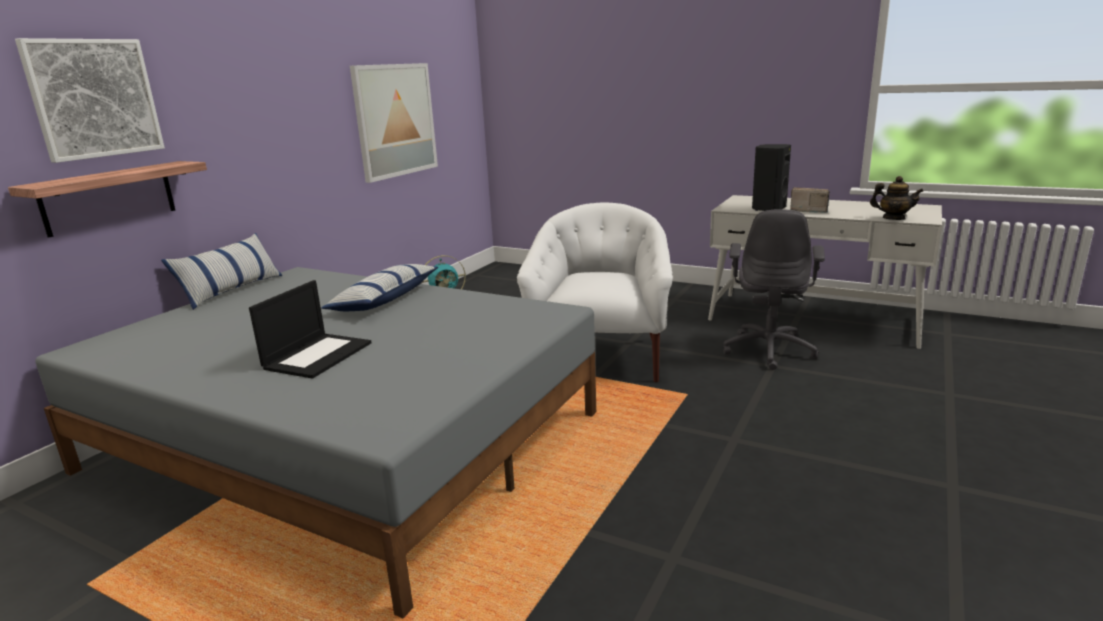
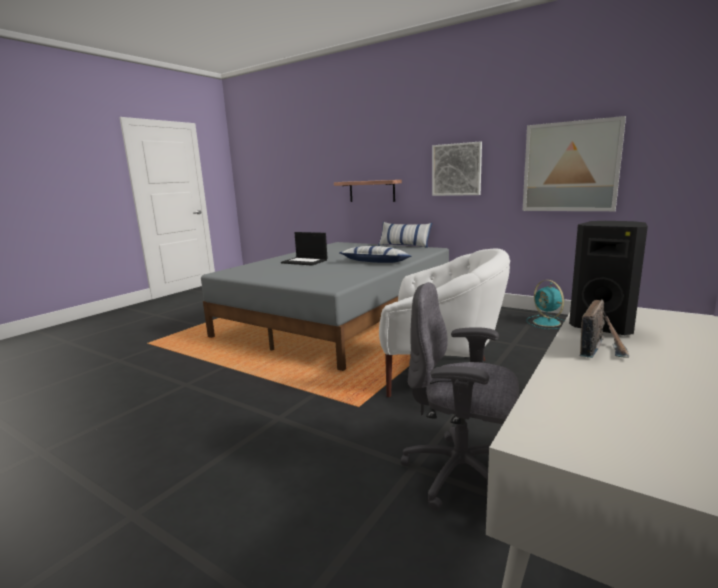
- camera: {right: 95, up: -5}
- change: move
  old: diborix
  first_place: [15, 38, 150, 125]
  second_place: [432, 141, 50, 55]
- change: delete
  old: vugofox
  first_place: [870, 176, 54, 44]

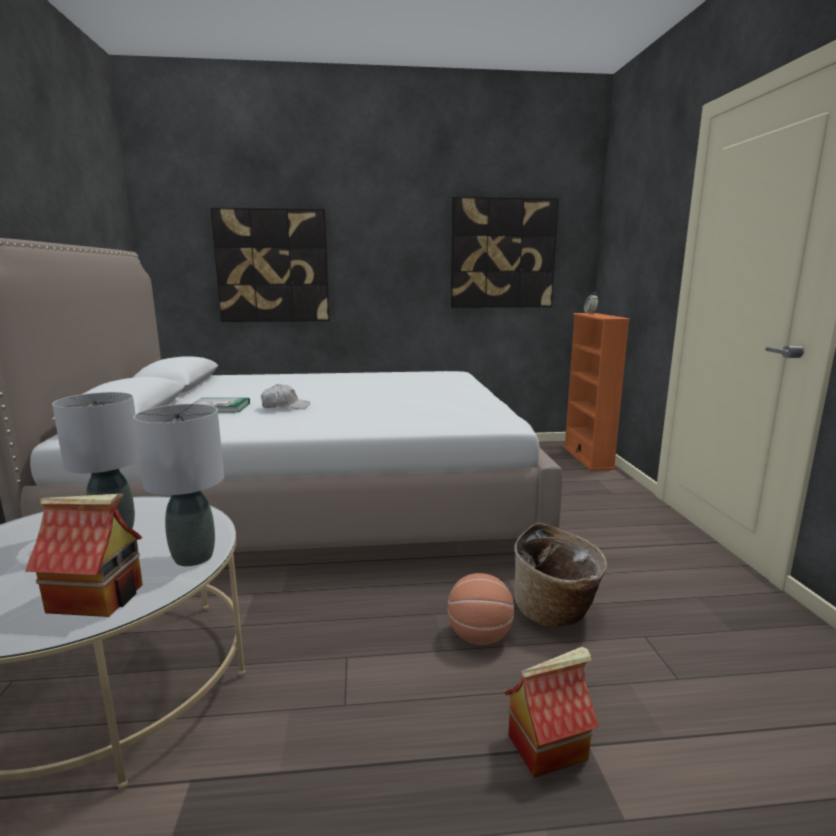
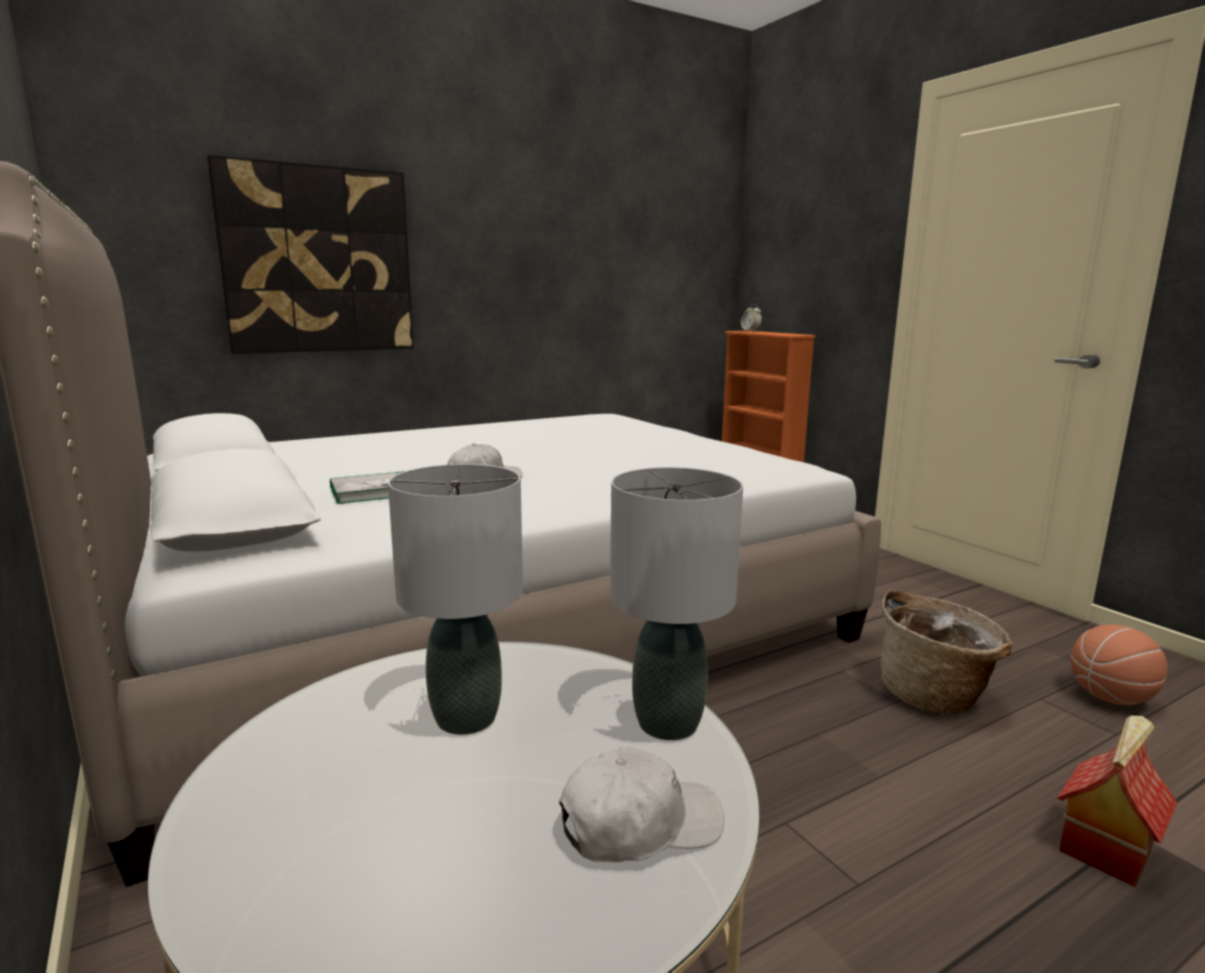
- camera: {right: -25, up: 0}
- change: delete
  old: diborix
  first_place: [451, 197, 108, 111]
- change: replace
  old: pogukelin
  new: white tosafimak
  first_place: [25, 494, 118, 123]
  second_place: [559, 745, 165, 117]
- change: move
  old: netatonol
  first_place: [448, 573, 66, 72]
  second_place: [1070, 624, 98, 81]

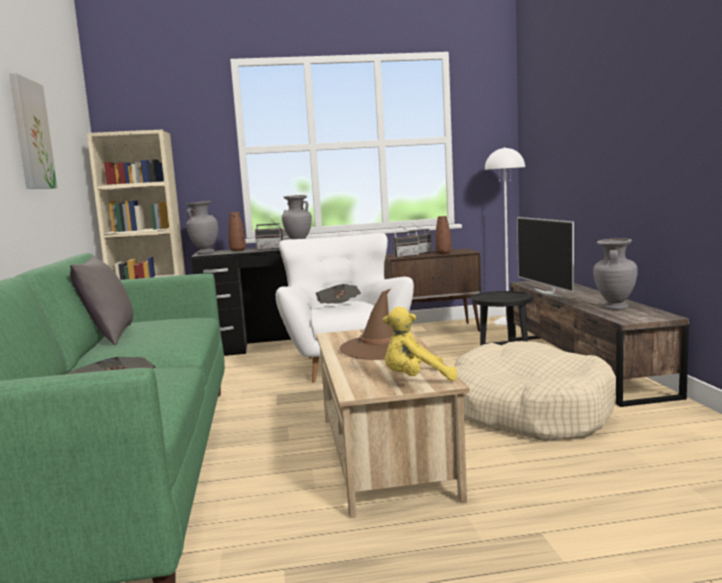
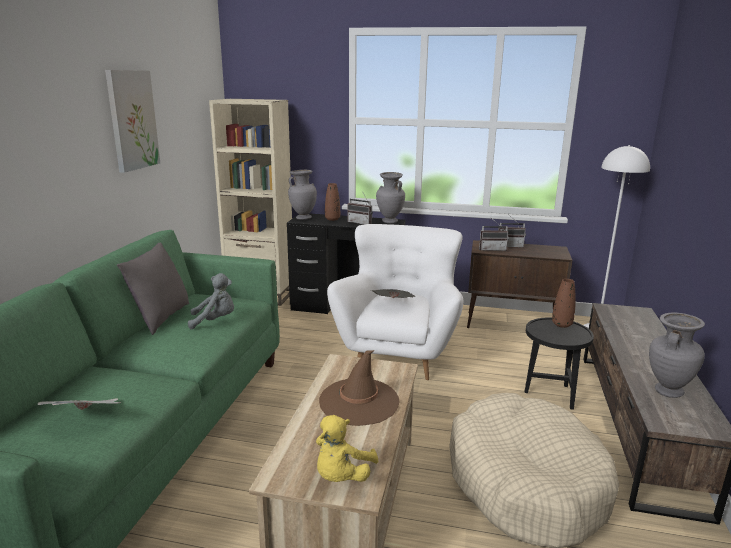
- camera: {right: 20, up: 10}
- change: move
  old: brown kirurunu
  first_place: [435, 216, 16, 38]
  second_place: [552, 279, 24, 49]
- change: delete
  old: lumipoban
  first_place: [517, 217, 57, 80]
- change: rotate
  old: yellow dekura
  first_place: [383, 307, 74, 74]
  second_place: [316, 415, 62, 67]
  degrees: -75
- change: insert
  new: grey dekura
  second_place: [188, 273, 46, 57]

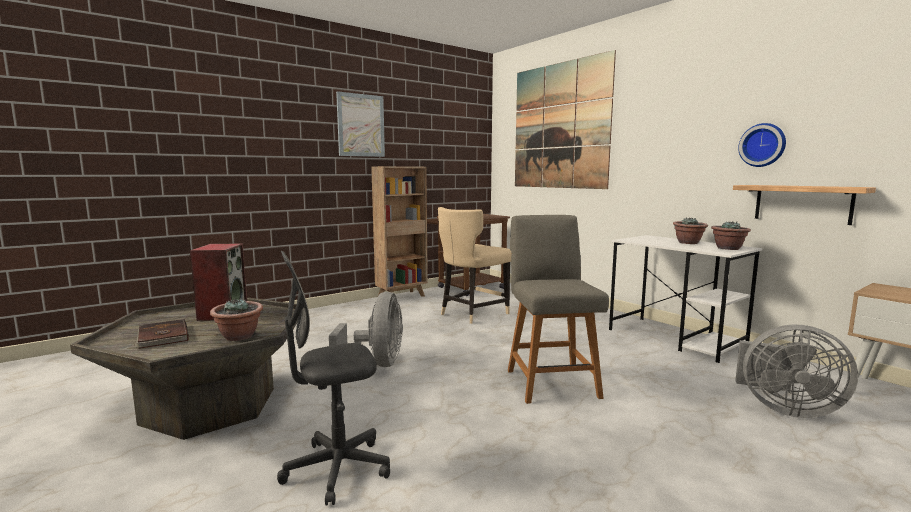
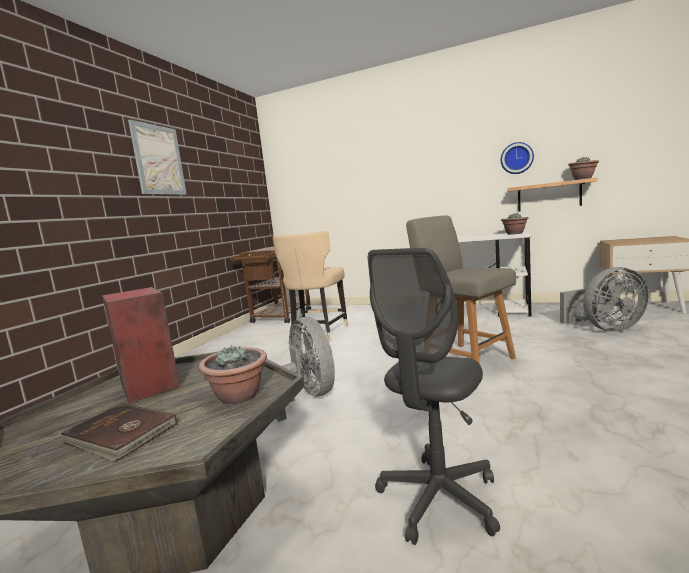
- camera: {right: -30, up: 0}
- change: delete
  old: diborix
  first_place: [515, 50, 101, 139]
- change: delete
  old: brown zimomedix
  first_place: [371, 166, 57, 132]
- change: move
  old: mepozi
  first_place: [673, 217, 35, 27]
  second_place: [568, 157, 31, 23]

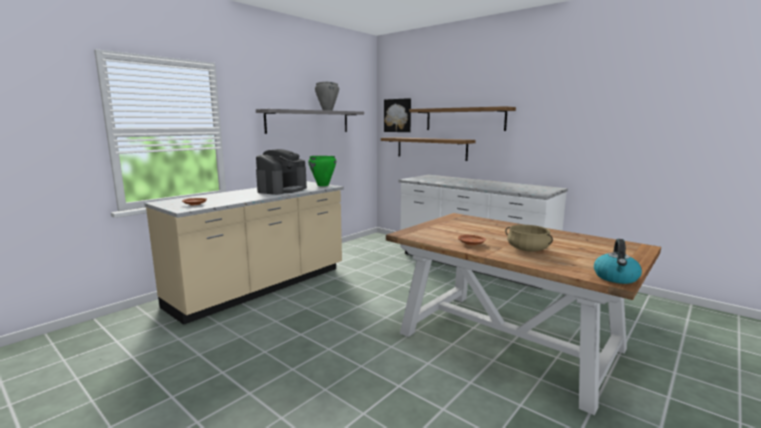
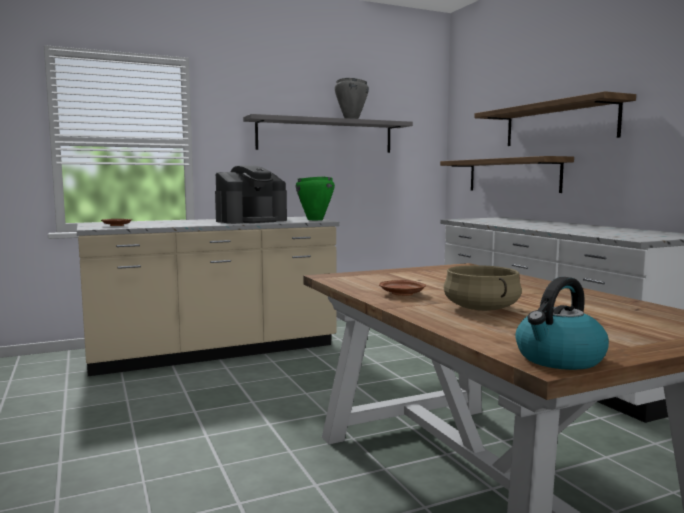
- camera: {right: 25, up: -5}
- change: delete
  old: diborix
  first_place: [384, 98, 27, 34]

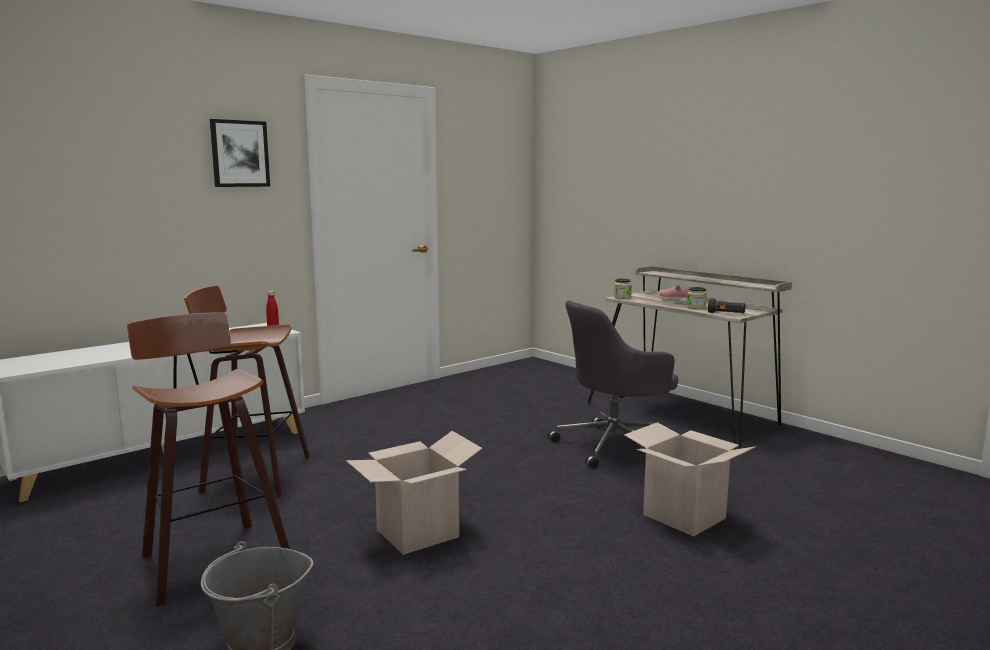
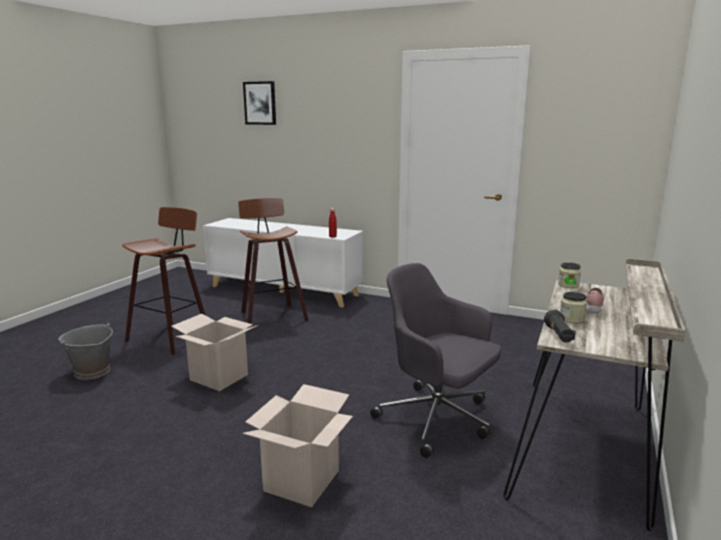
- camera: {right: 65, up: 5}
- change: move
  old: diborix
  first_place: [210, 119, 60, 68]
  second_place: [243, 81, 33, 44]

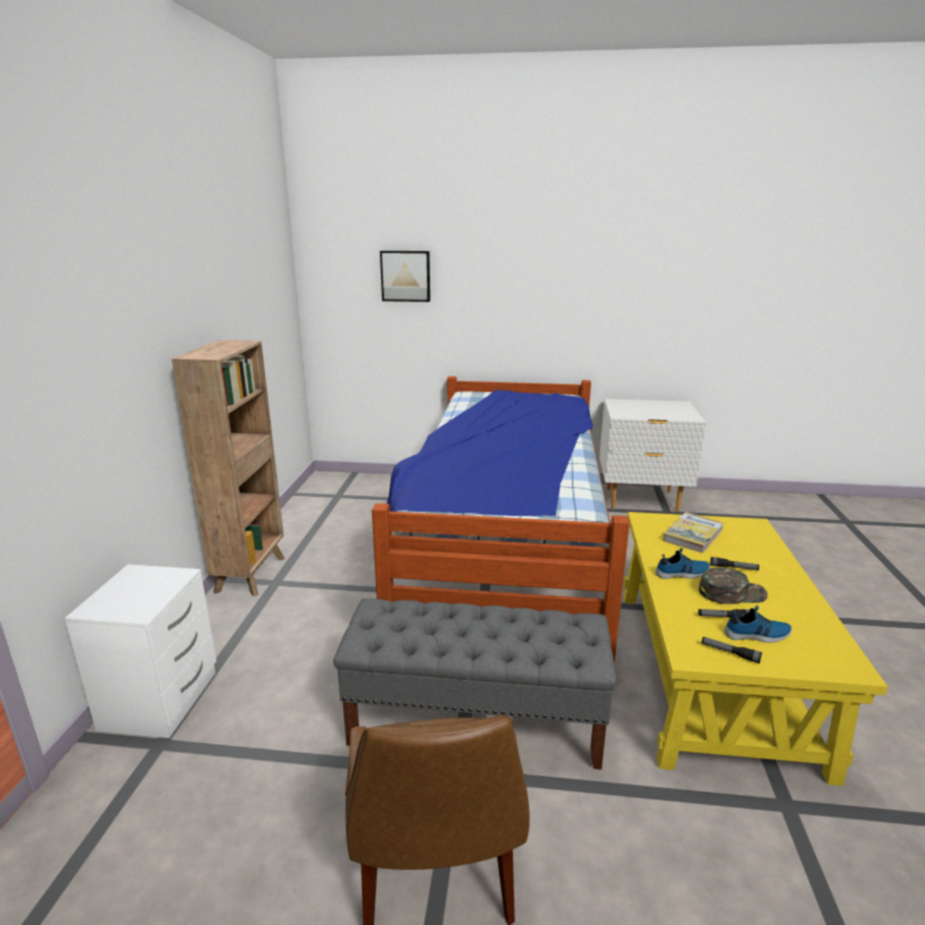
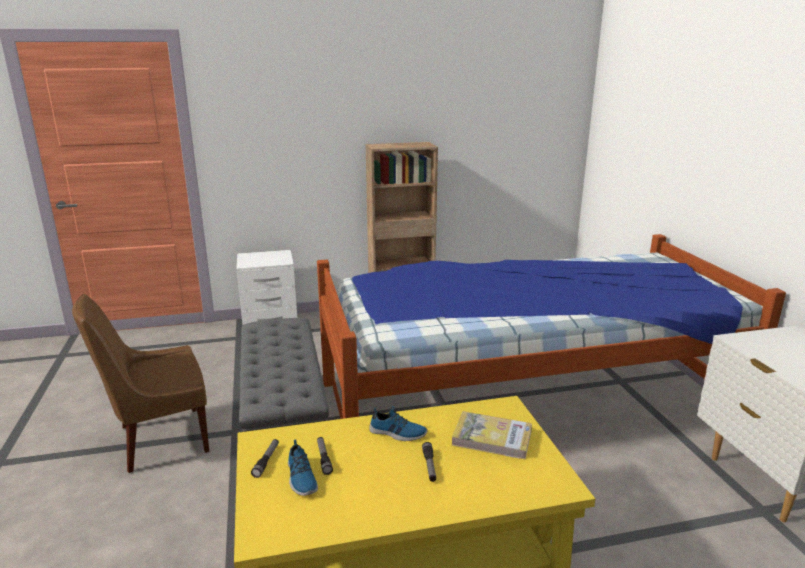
- camera: {right: 70, up: 0}
- change: delete
  old: diborix
  first_place: [380, 251, 50, 51]
- change: rotate
  old: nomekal
  first_place: [655, 548, 55, 31]
  second_place: [369, 406, 58, 35]
  degrees: -45
- change: delete
  old: green tosafimak
  first_place: [699, 567, 69, 37]

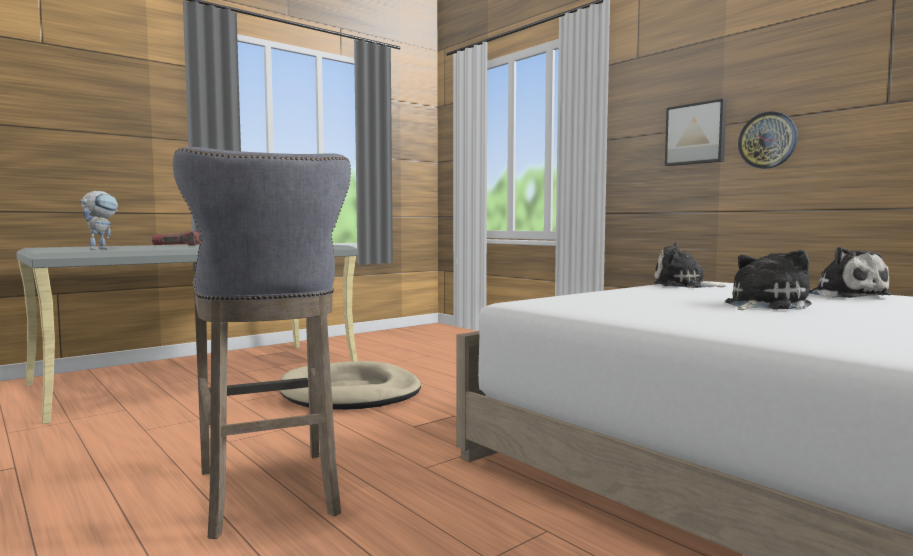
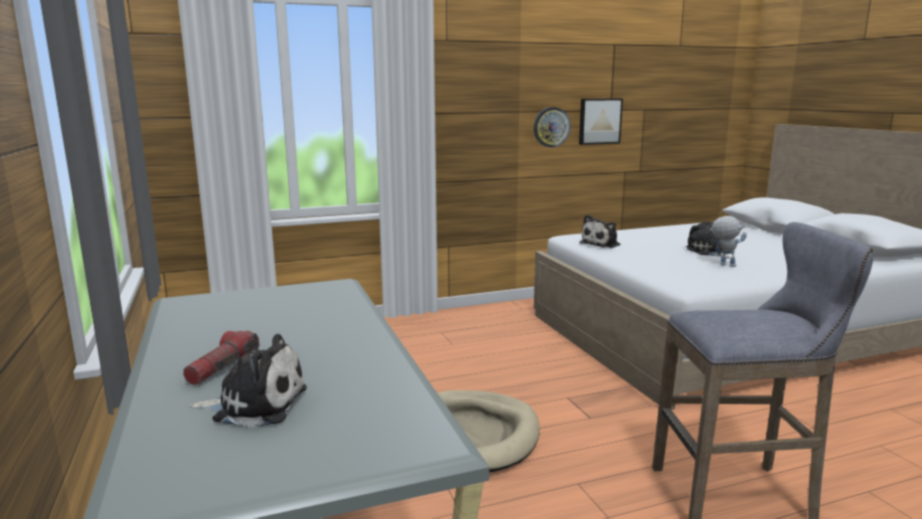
- camera: {right: -70, up: 10}
- change: move
  old: diborix
  first_place: [665, 99, 62, 67]
  second_place: [579, 98, 44, 47]
- change: move
  old: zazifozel
  first_place: [80, 191, 38, 59]
  second_place: [709, 216, 38, 51]
- change: move
  old: dekura
  first_place: [809, 247, 83, 51]
  second_place: [189, 334, 118, 94]

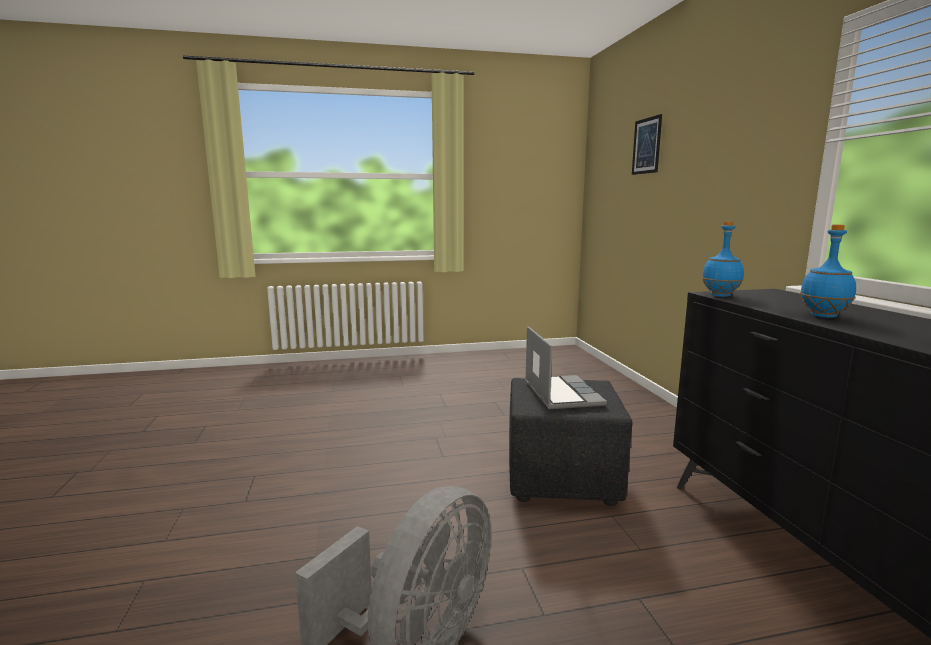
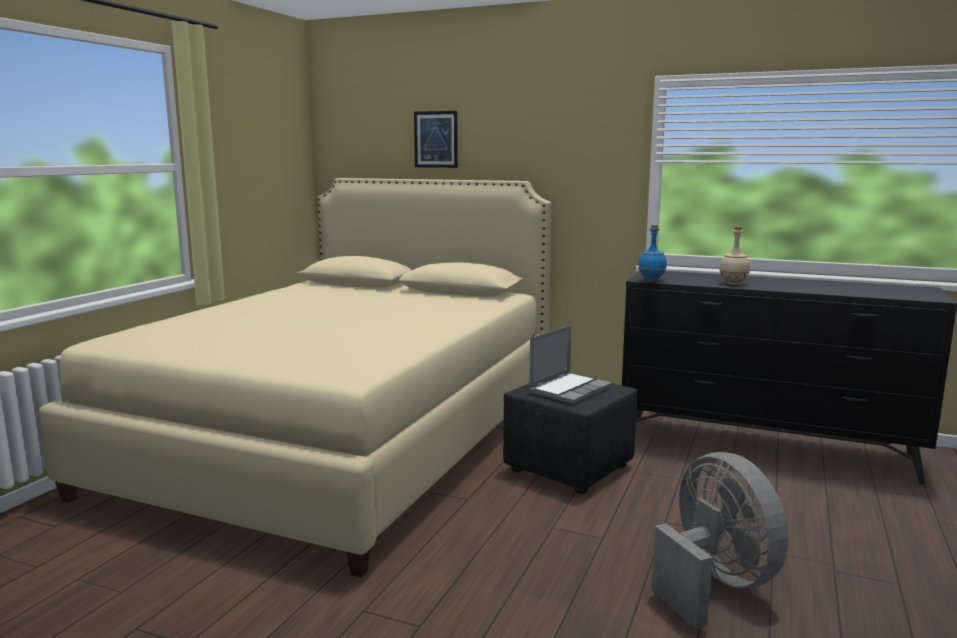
- camera: {right: -55, up: 0}
- change: recolor
  old: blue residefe
  new: beige residefe
  first_place: [800, 224, 56, 94]
  second_place: [719, 227, 31, 58]
- change: rotate
  old: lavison
  first_place: [525, 326, 82, 83]
  second_place: [529, 325, 83, 79]
  degrees: 105
- change: insert
  new: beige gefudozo
  second_place: [39, 178, 513, 400]

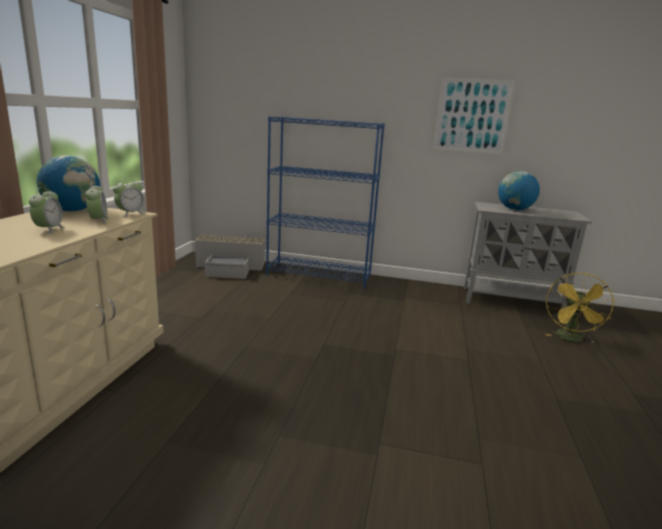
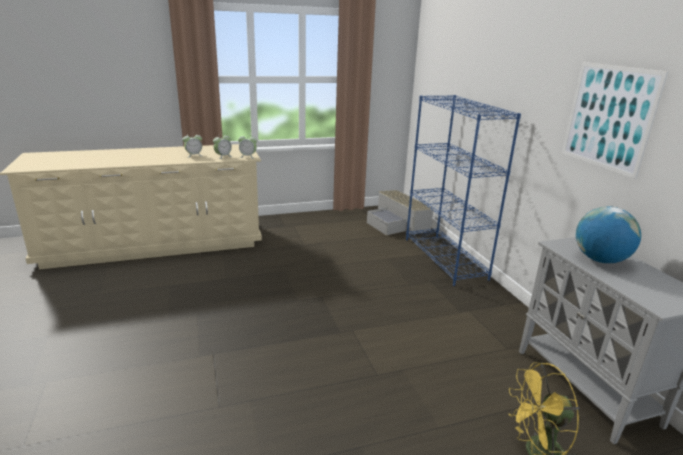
- camera: {right: 60, up: 5}
- change: delete
  old: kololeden
  first_place: [37, 156, 63, 56]

